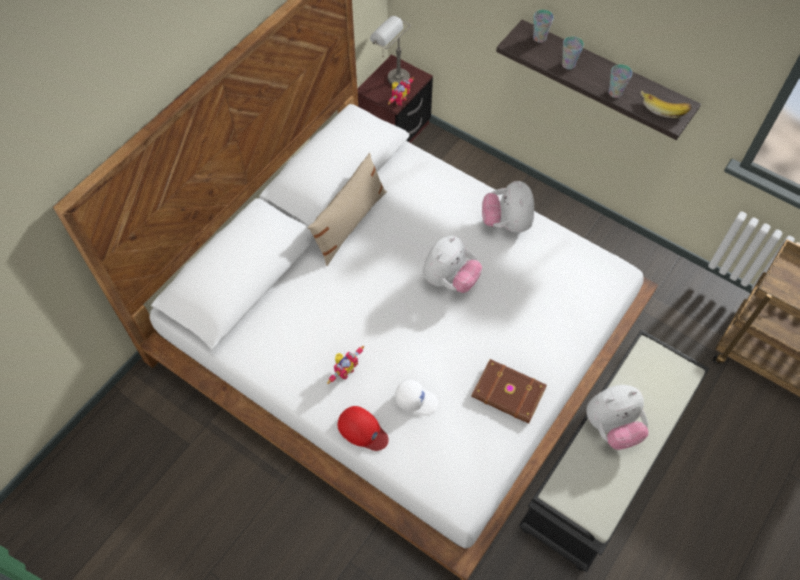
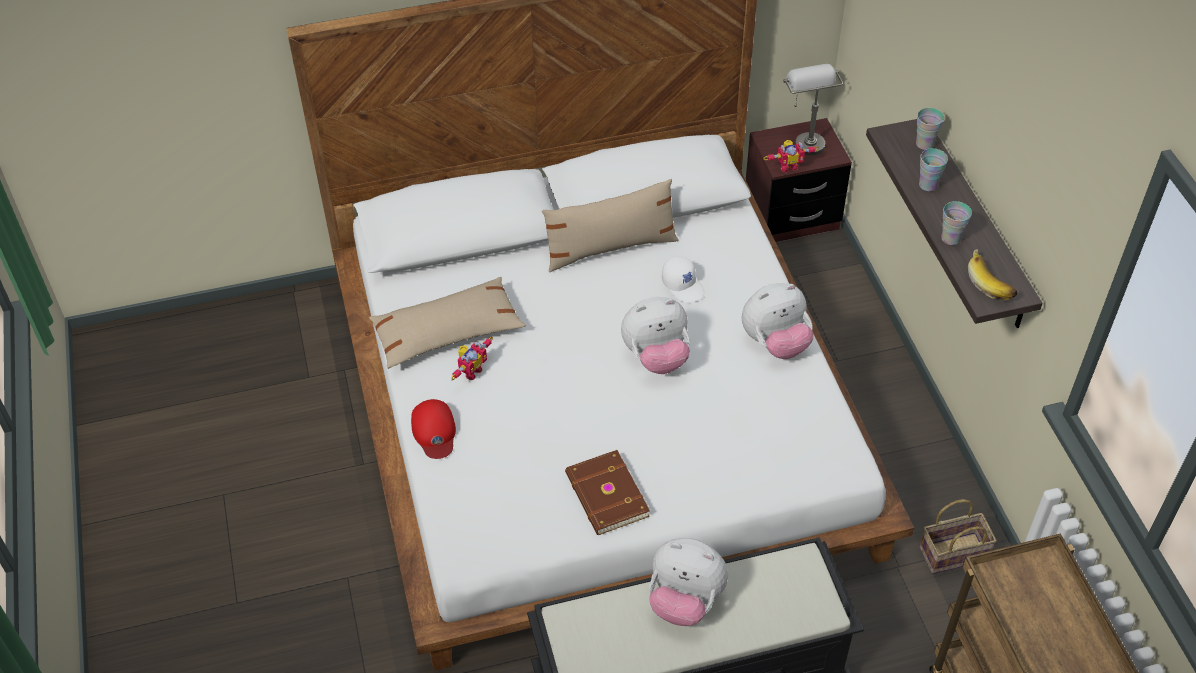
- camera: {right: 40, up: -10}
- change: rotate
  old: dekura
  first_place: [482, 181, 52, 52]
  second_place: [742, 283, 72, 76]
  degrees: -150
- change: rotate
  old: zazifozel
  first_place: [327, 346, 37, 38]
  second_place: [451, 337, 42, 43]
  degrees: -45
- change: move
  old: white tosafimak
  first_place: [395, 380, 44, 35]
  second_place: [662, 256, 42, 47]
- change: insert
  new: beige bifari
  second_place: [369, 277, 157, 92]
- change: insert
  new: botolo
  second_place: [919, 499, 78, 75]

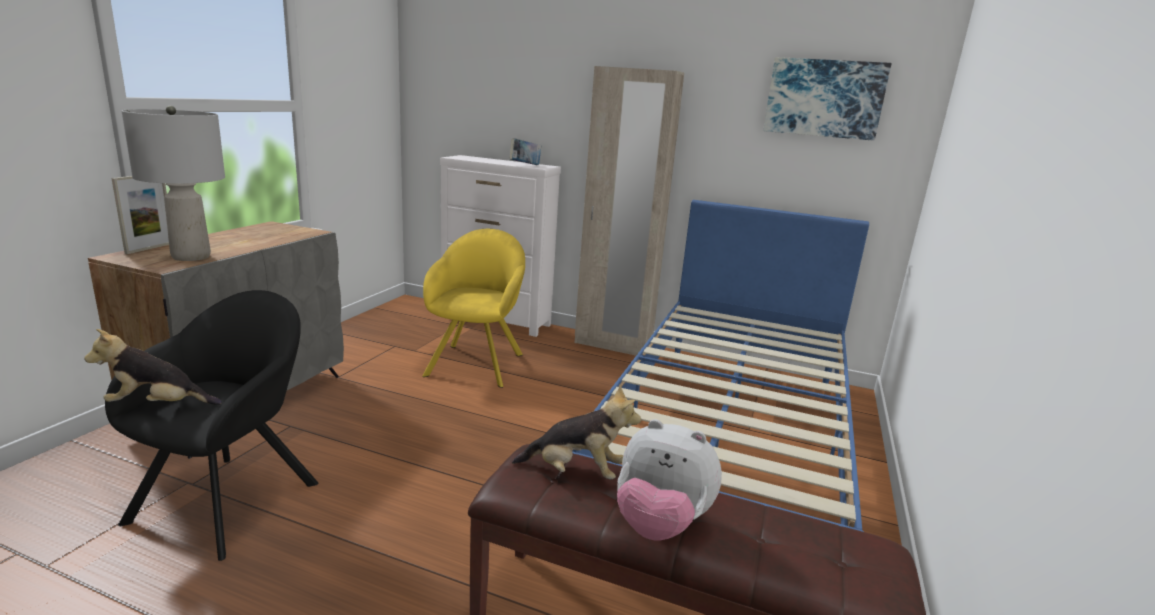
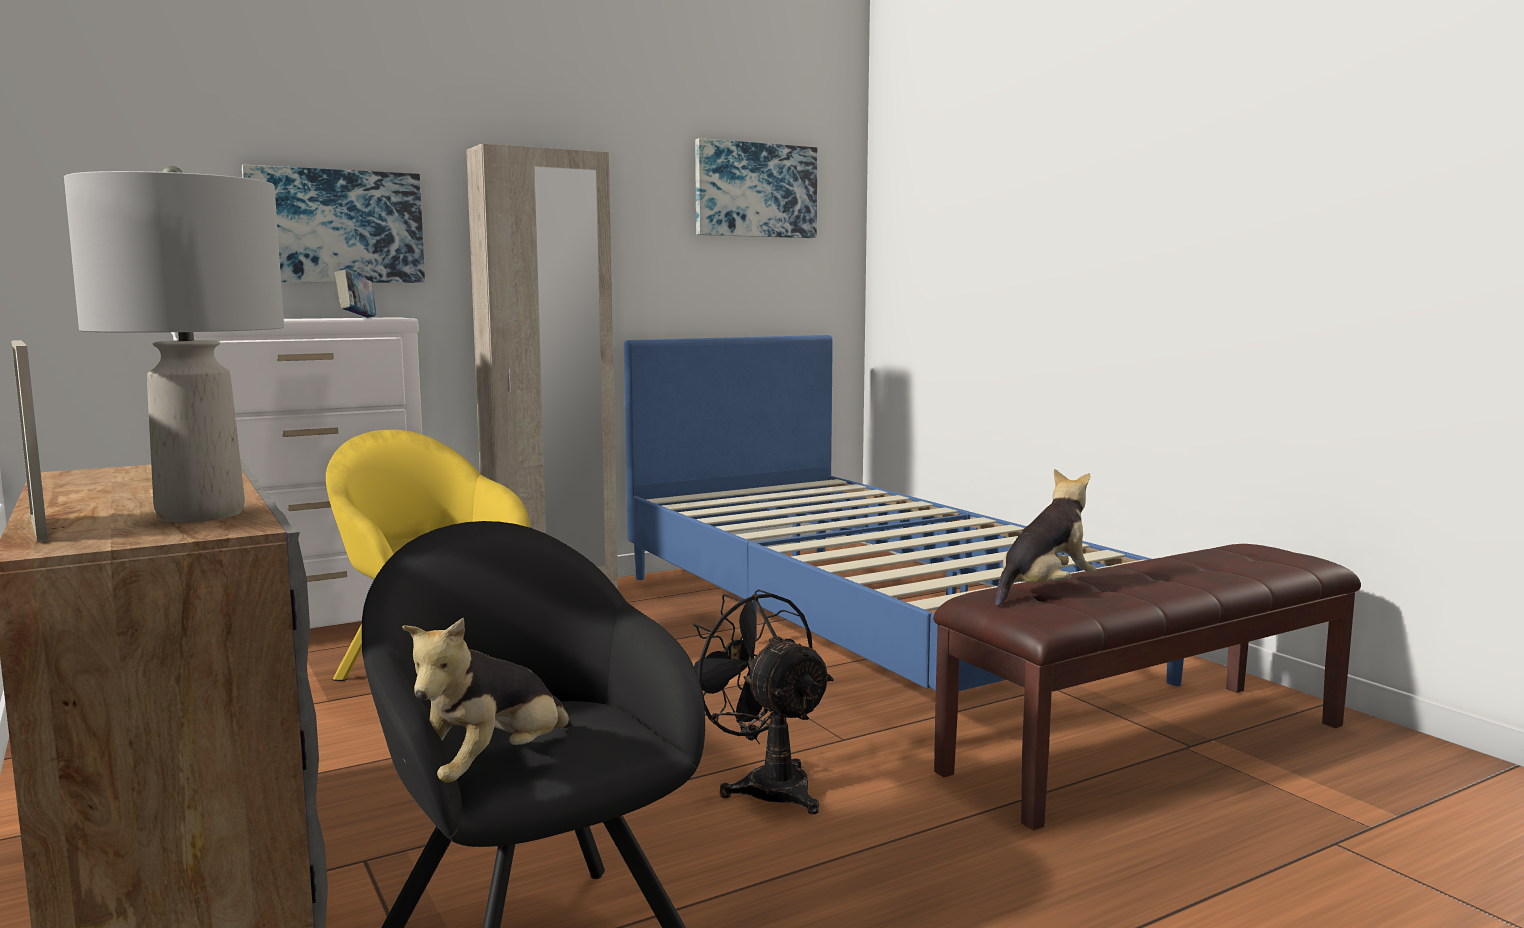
- camera: {right: -50, up: -10}
- change: delete
  old: dekura
  first_place: [617, 419, 105, 121]
- change: insert
  new: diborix
  second_place: [242, 165, 183, 118]
- change: insert
  new: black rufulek
  second_place: [693, 589, 141, 225]

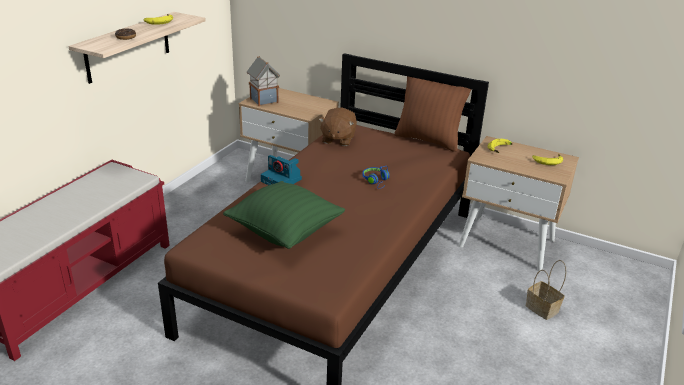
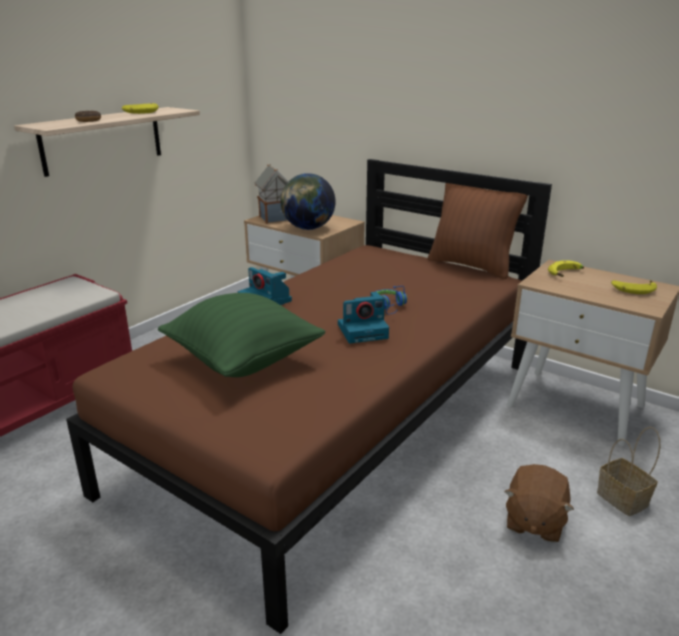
- camera: {right: 10, up: -5}
- change: move
  old: brown dekura
  first_place: [319, 108, 38, 38]
  second_place: [504, 464, 70, 78]
- change: insert
  new: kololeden
  second_place: [281, 173, 54, 57]
- change: insert
  new: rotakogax
  second_place: [338, 291, 51, 52]

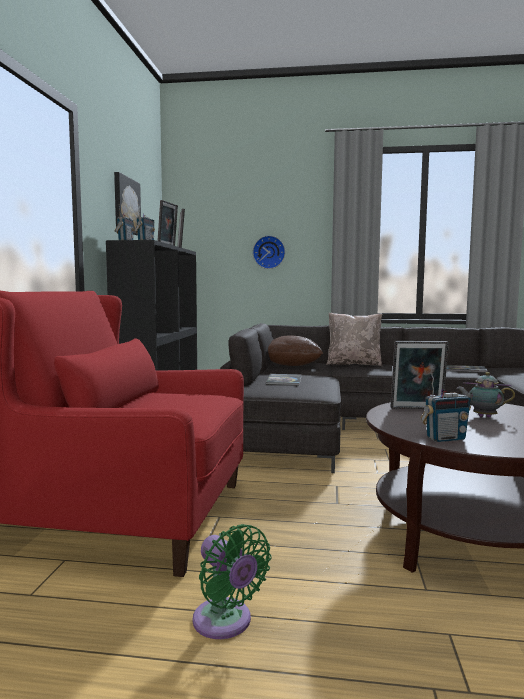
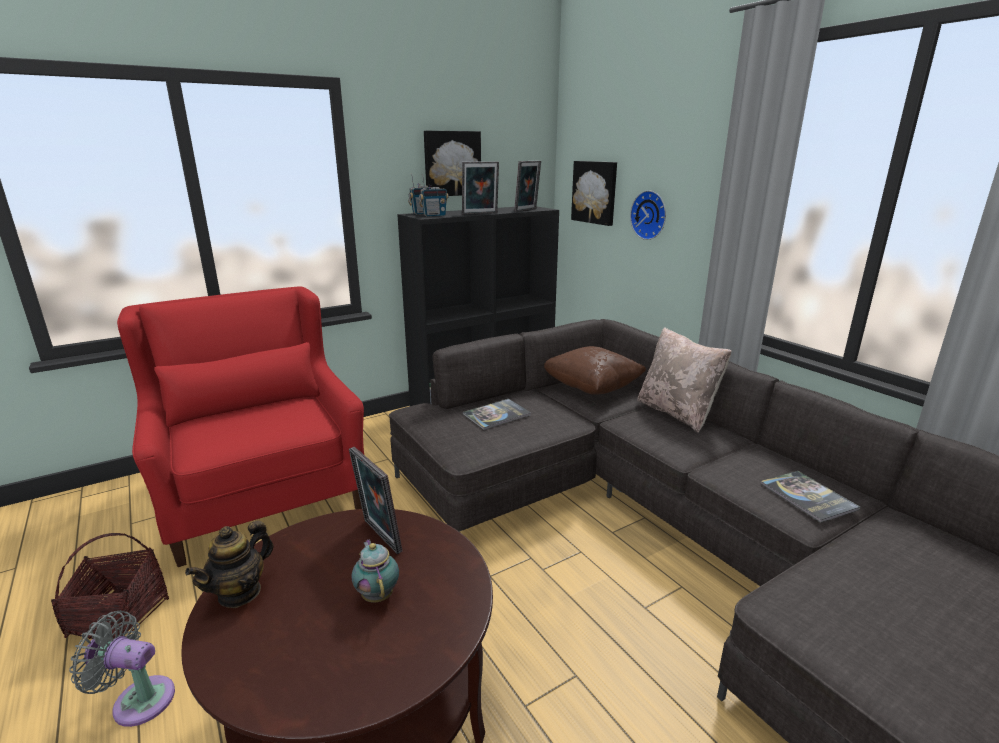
- camera: {right: 50, up: 15}
- change: replace
  old: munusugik
  new: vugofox
  first_place: [421, 373, 50, 69]
  second_place: [185, 520, 89, 88]
- change: replace
  old: green rufulek
  new: botolo
  first_place: [193, 524, 78, 115]
  second_place: [51, 533, 118, 106]
- change: insert
  new: diborix
  second_place: [571, 161, 46, 65]
- change: insert
  new: grey rufulek
  second_place: [69, 611, 106, 116]

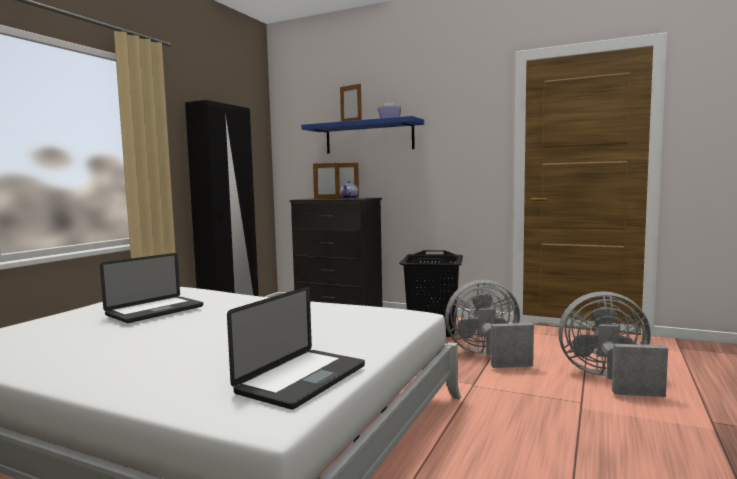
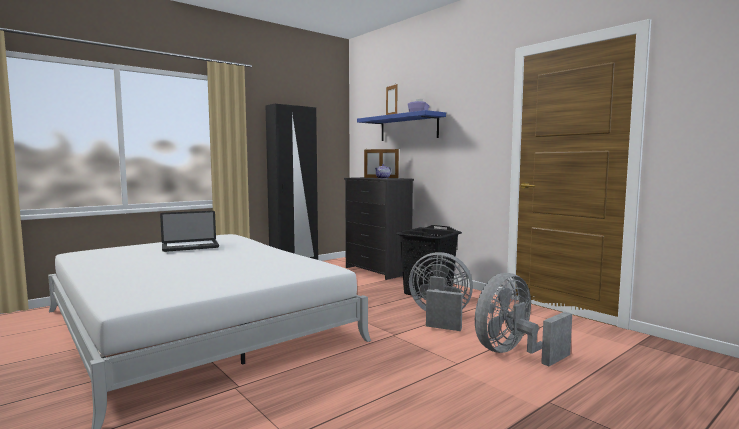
- camera: {right: 25, up: 0}
- change: delete
  old: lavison
  first_place: [227, 287, 138, 123]
- change: rotate
  old: grey rufulek
  first_place: [558, 291, 110, 106]
  second_place: [475, 273, 97, 93]
  degrees: -75

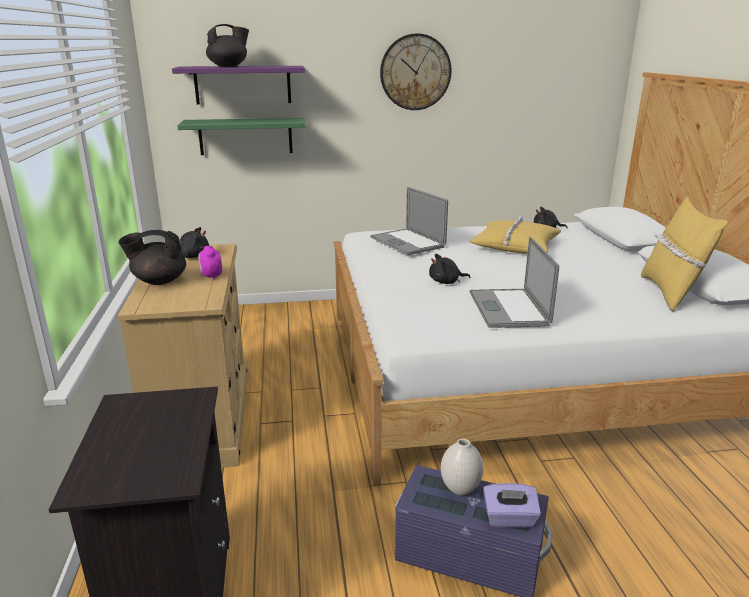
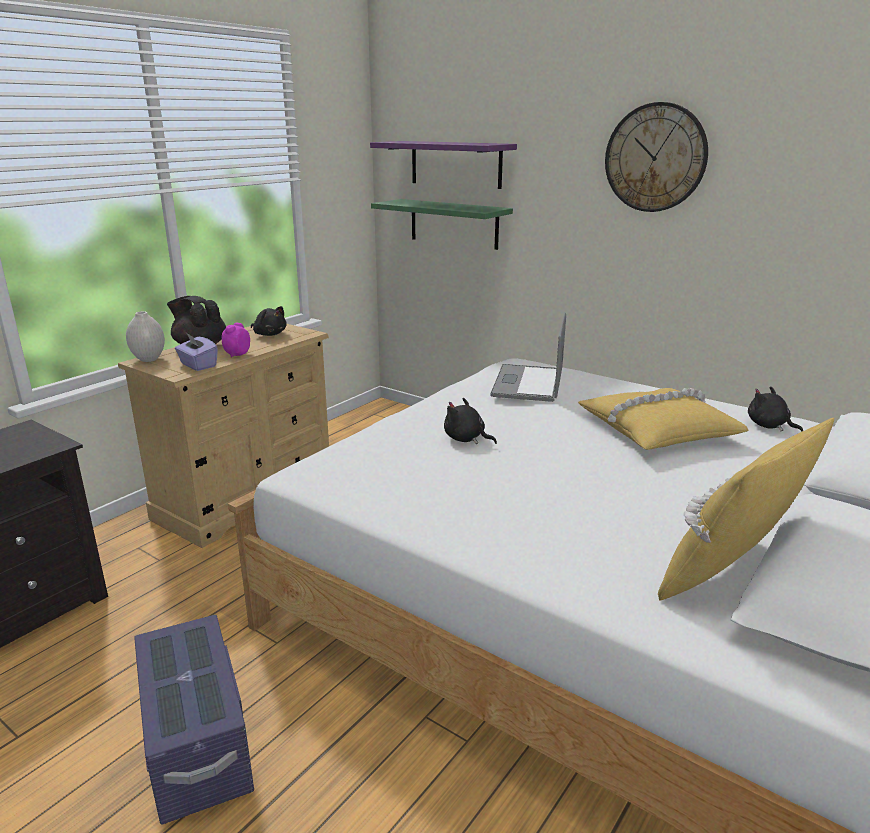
- camera: {right: 45, up: 0}
- change: delete
  old: black vugofox
  first_place: [206, 24, 43, 43]
- change: delete
  old: lavison
  first_place: [470, 236, 89, 92]
- change: move
  old: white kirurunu
  first_place: [441, 439, 43, 56]
  second_place: [126, 311, 39, 51]
- change: move
  old: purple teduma
  first_place: [483, 483, 58, 45]
  second_place: [175, 334, 43, 37]

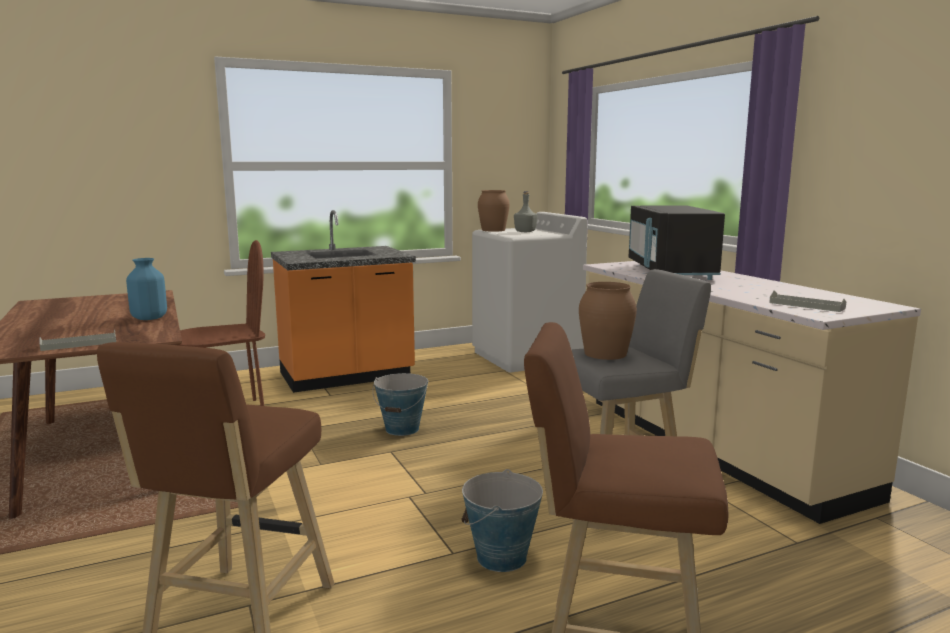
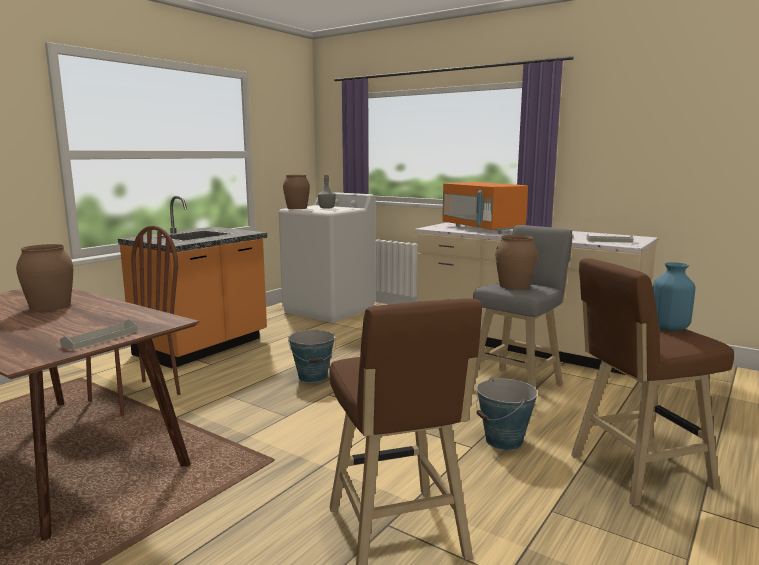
- camera: {right: -30, up: 0}
- change: recolor
  old: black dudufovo
  new: orange dudufovo
  first_place: [629, 206, 96, 74]
  second_place: [442, 182, 86, 52]
- change: move
  old: blue kirurunu
  first_place: [126, 258, 41, 62]
  second_place: [653, 262, 42, 69]
- change: insert
  new: brown kirurunu
  second_place: [16, 244, 57, 67]

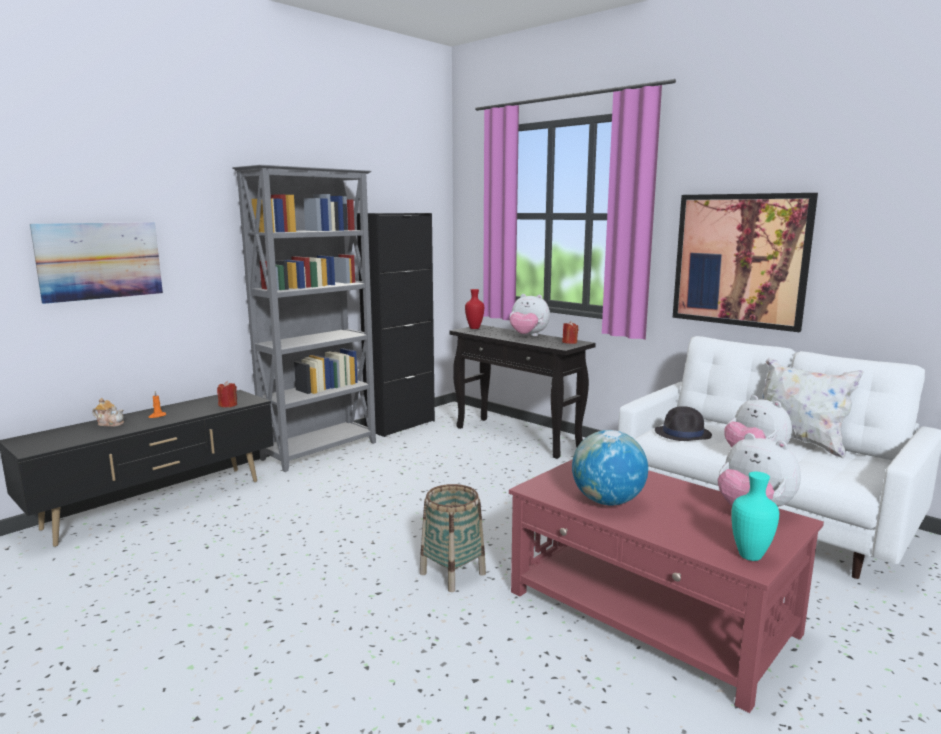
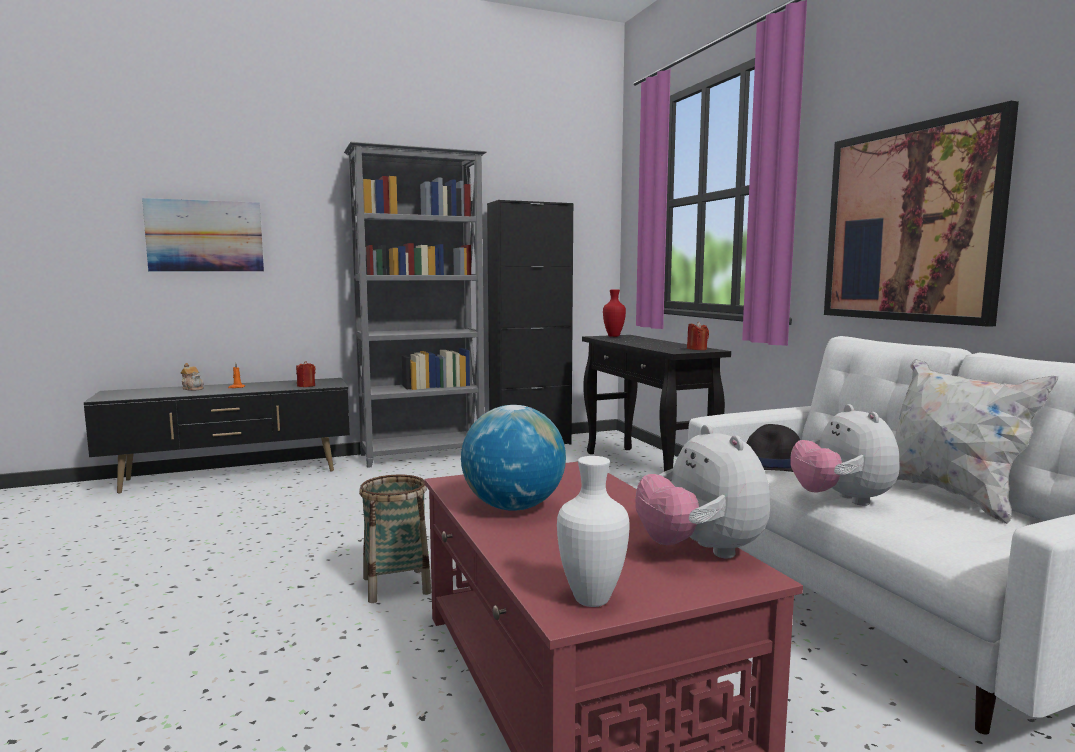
- camera: {right: 25, up: -5}
- change: delete
  old: dekura
  first_place: [509, 294, 41, 42]
- change: recolor
  old: turquoise kirurunu
  new: white kirurunu
  first_place: [731, 472, 48, 89]
  second_place: [557, 456, 73, 151]

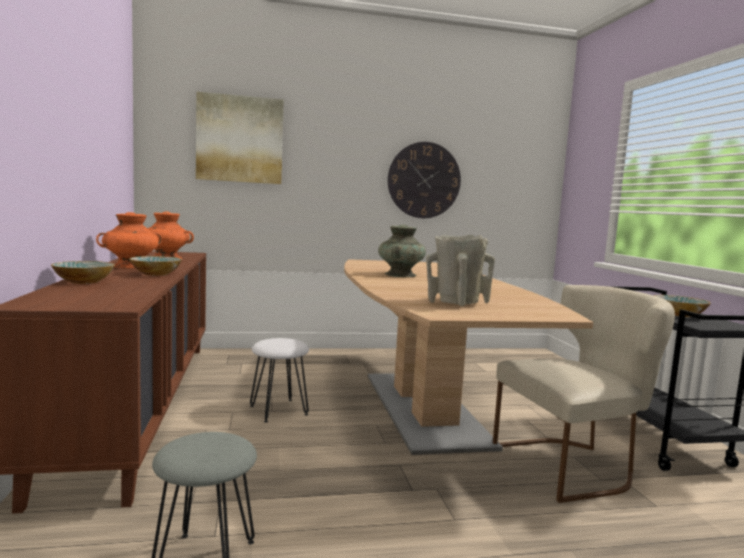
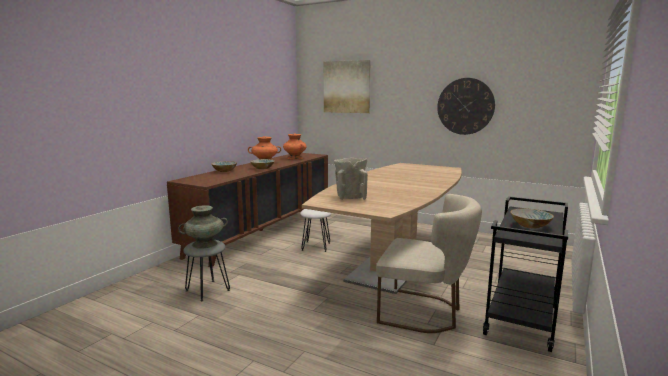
- camera: {right: 40, up: 5}
- change: move
  old: turquoise kirurunu
  first_place: [378, 225, 48, 52]
  second_place: [178, 205, 50, 44]

